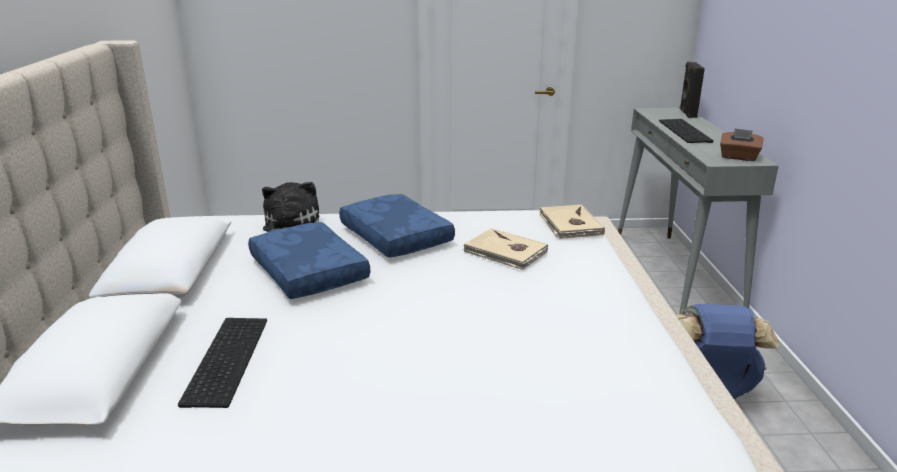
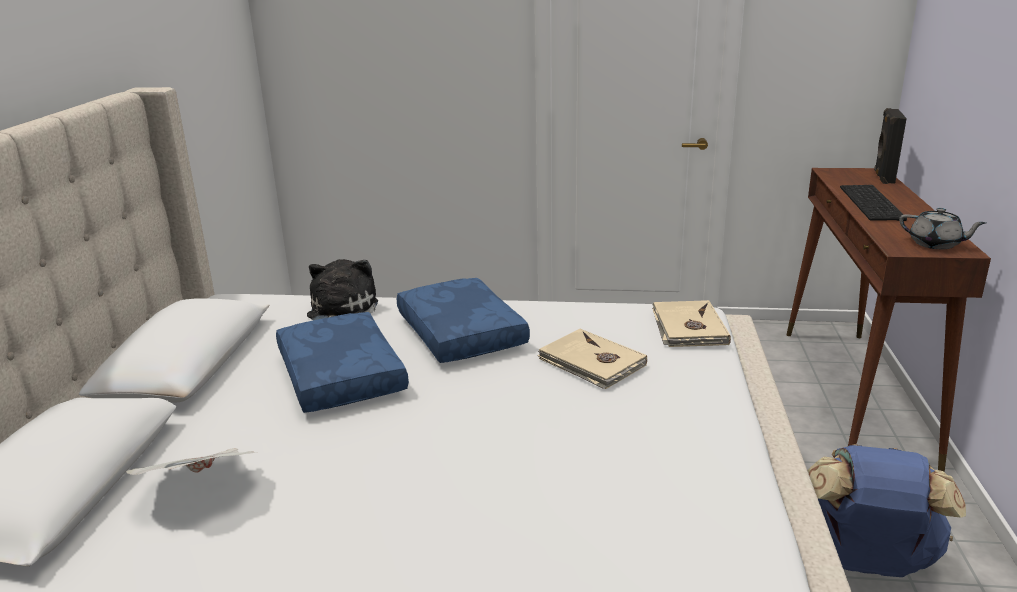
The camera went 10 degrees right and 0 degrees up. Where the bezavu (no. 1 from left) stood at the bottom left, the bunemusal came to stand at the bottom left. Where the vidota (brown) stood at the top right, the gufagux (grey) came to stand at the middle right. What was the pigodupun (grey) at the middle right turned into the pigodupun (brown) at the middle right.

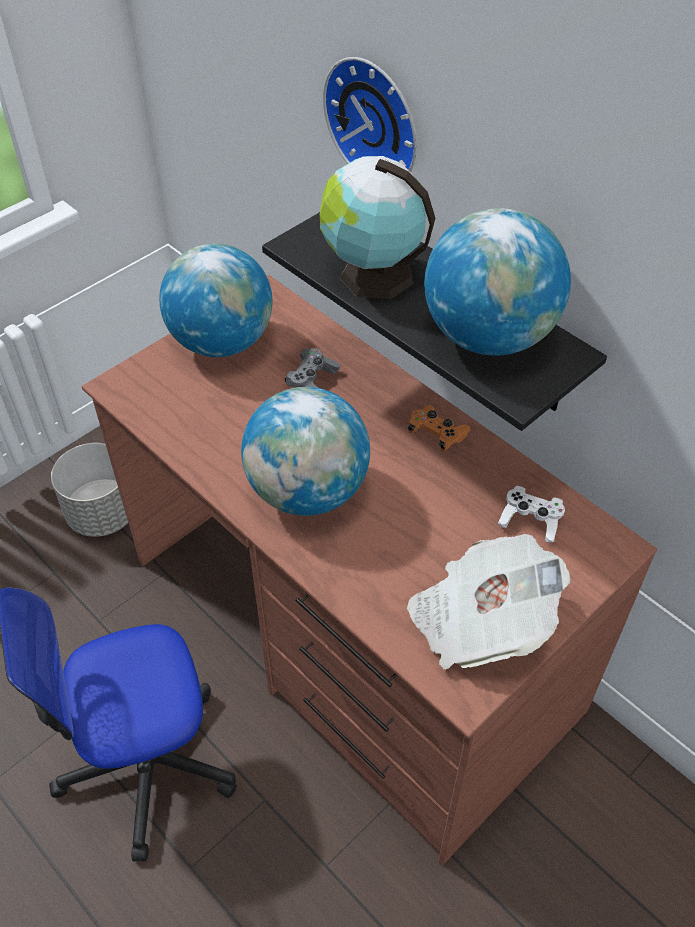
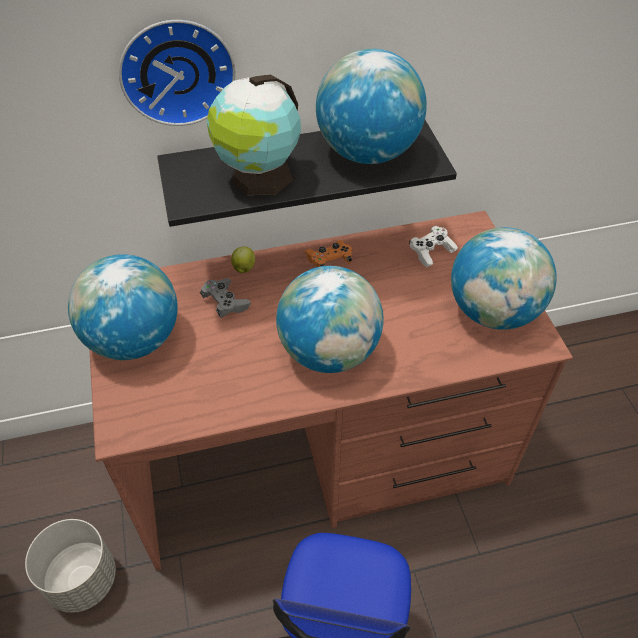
The camera went 60 degrees left and 0 degrees up. The second view gained the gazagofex at the centre. Where the bunemusal stood at the middle right, the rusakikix (no. 5 from left) came to stand at the middle right.

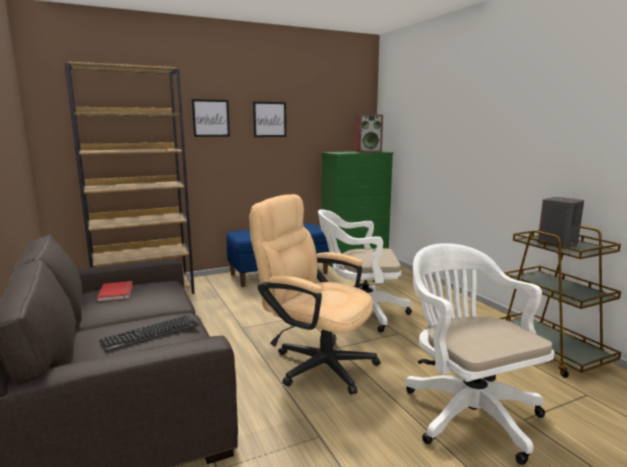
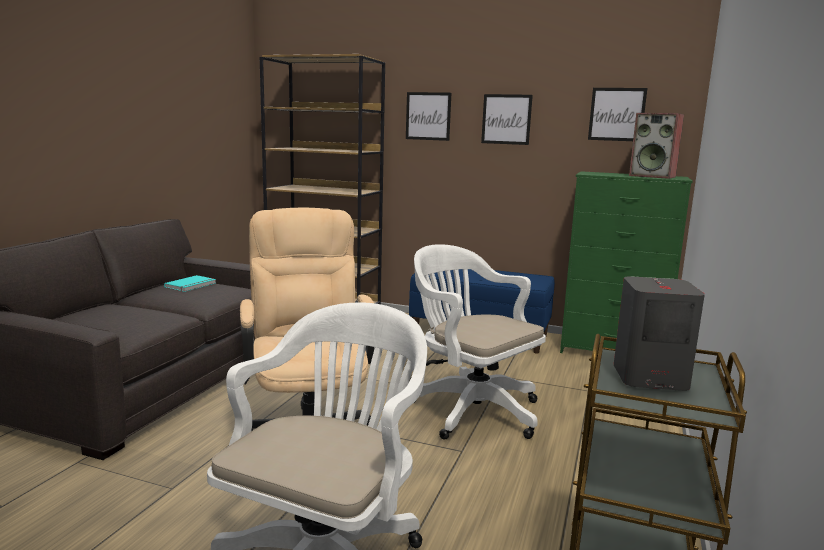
The camera went 45 degrees right and 0 degrees up. The second view lost the bezavu at the bottom left. The second view gained the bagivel (no. 3 from left) at the top right. What was the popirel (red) at the middle left turned into the popirel (turquoise) at the middle left.

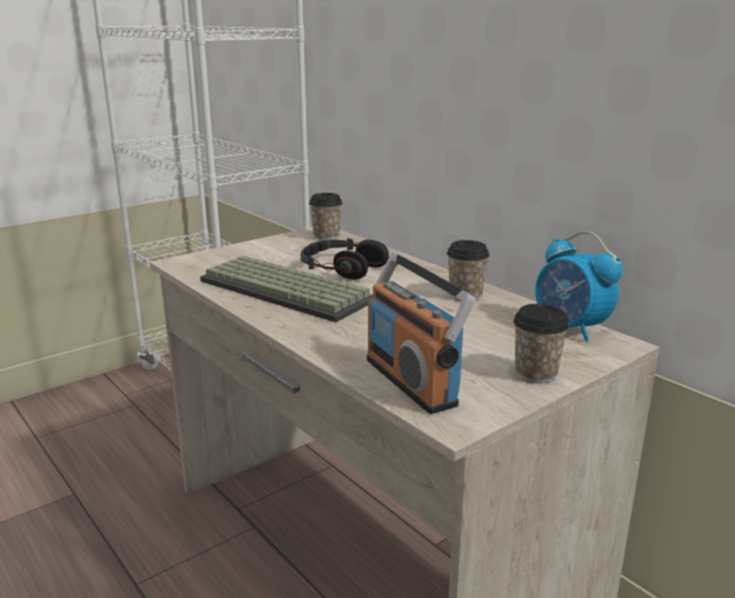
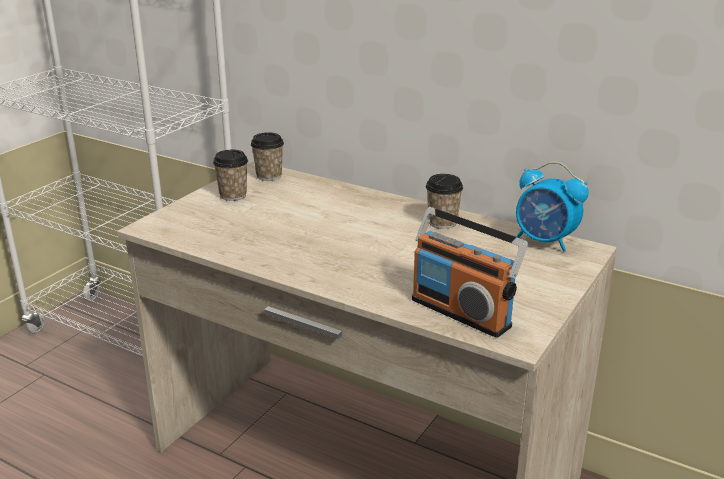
The camera went 20 degrees left and 5 degrees up. The second view lost the bezavu at the centre. The second view lost the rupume at the centre. The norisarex (no. 3 from left in the first image) ended up elsewhere, having gone from the middle right to the middle left.

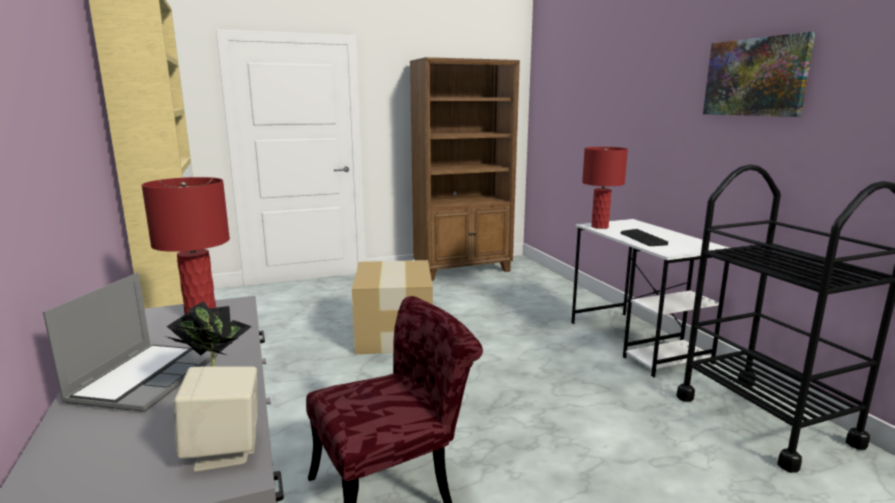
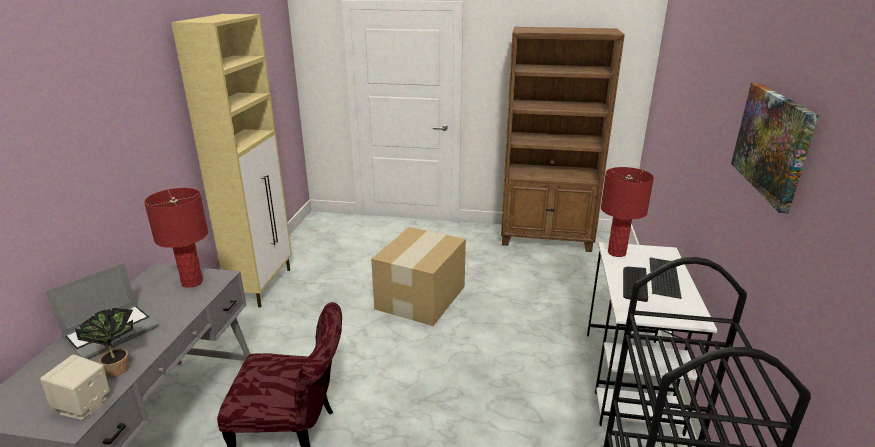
The camera went 30 degrees right and 10 degrees up. The second view gained the bezavu (no. 2 from left) at the middle right.

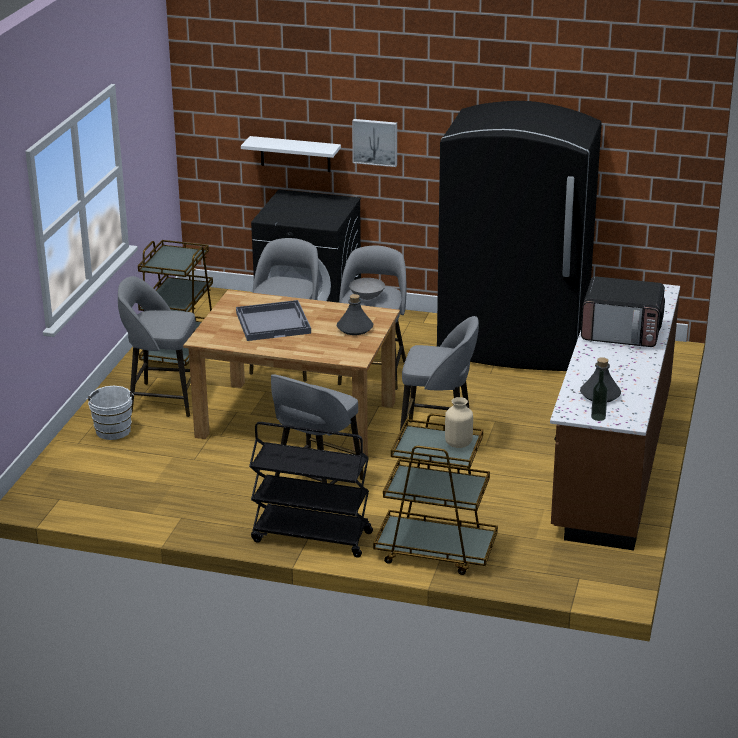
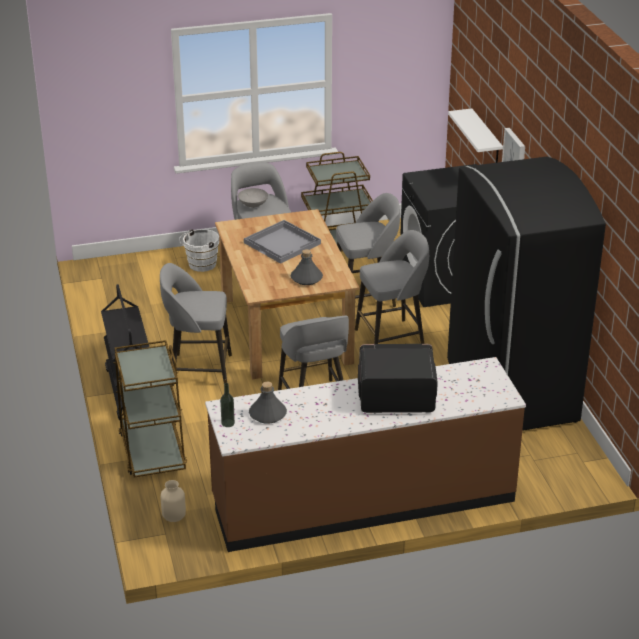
The camera went 60 degrees right and 5 degrees up. The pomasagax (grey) ended up elsewhere, having gone from the centre to the top centre. The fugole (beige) ended up elsewhere, having gone from the centre to the bottom left. The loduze at the middle right ended up facing another way, 105 degrees clockwise from before.

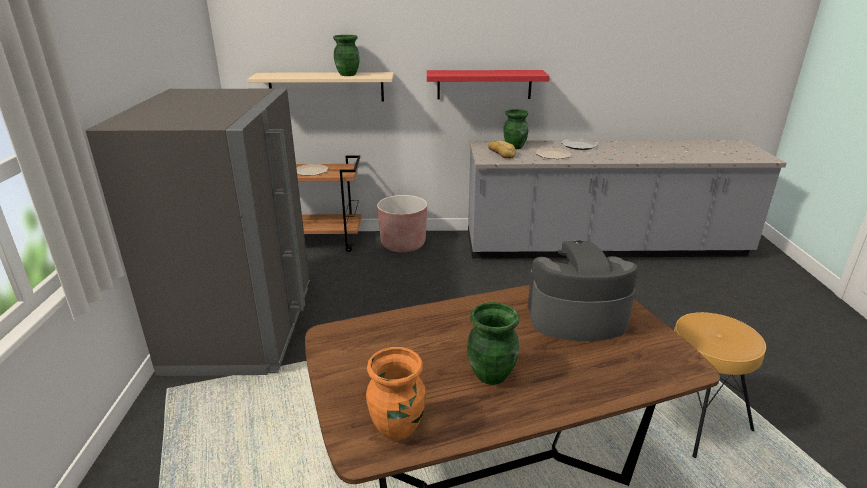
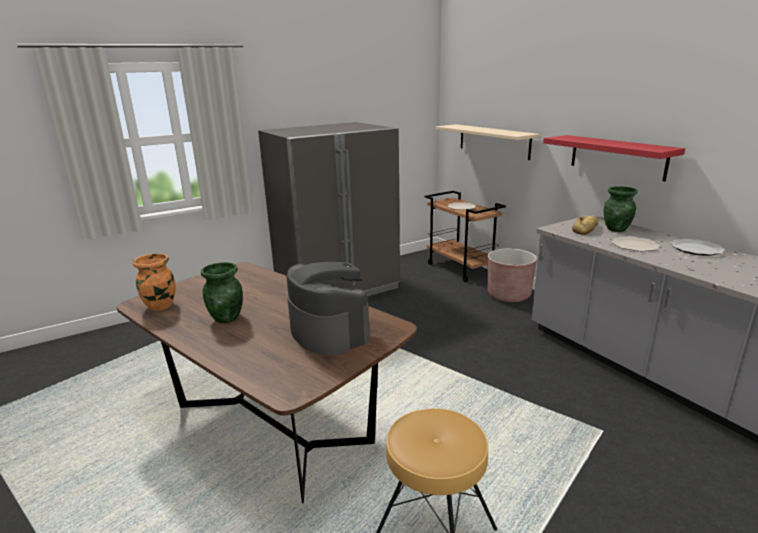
The camera went 60 degrees right and 5 degrees down. The second view lost the fugole (green) (no. 1 from left) at the top centre.

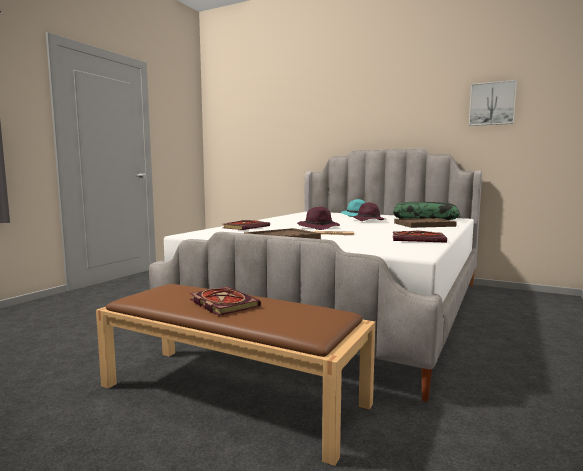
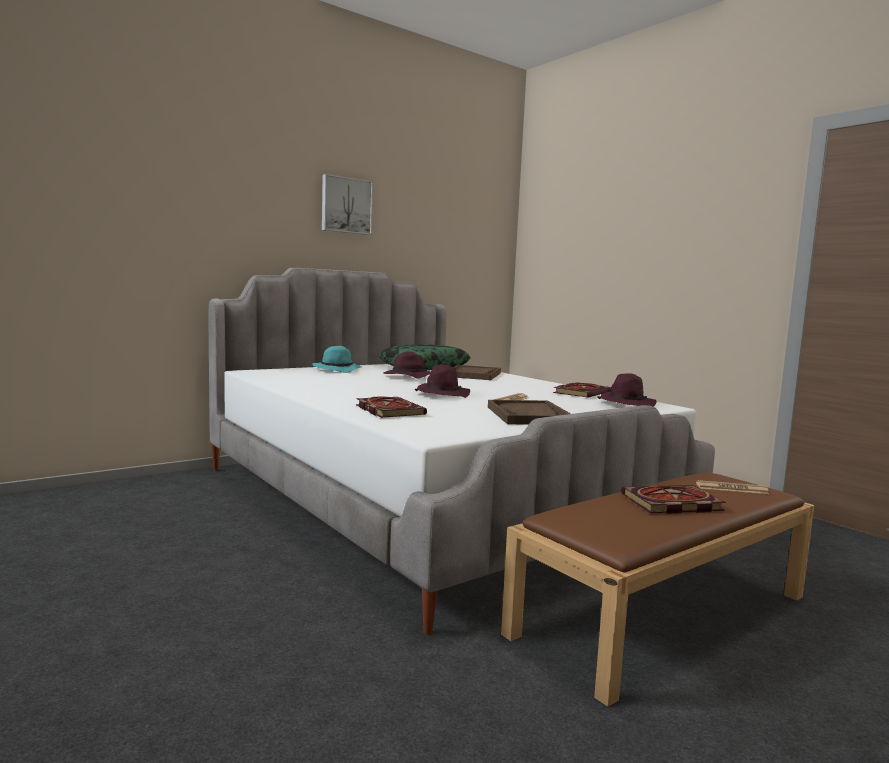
The camera went 65 degrees left and 0 degrees up. The second view gained the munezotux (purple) (no. 3 from left) at the middle right. The second view gained the bunemusal (no. 2 from left) at the middle right. The bagivel ended up elsewhere, having gone from the top right to the top centre.

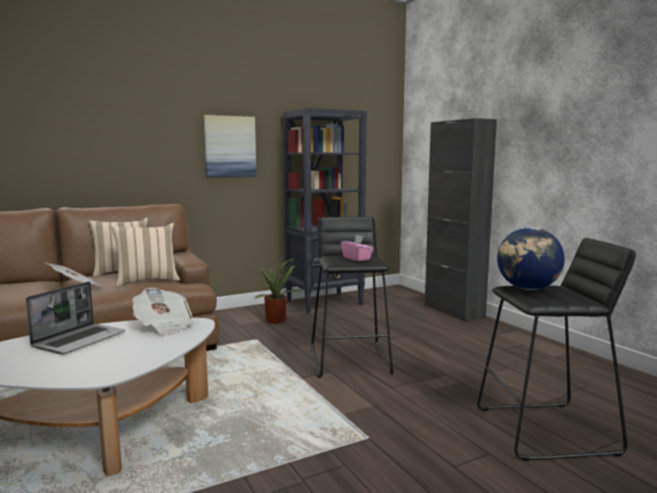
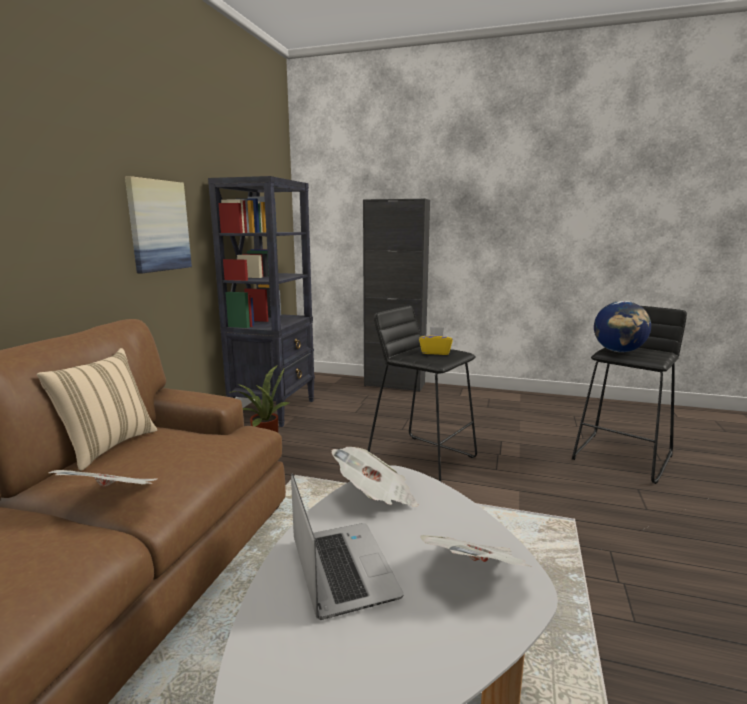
The camera went 45 degrees left and 5 degrees up. The second view lost the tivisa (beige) (no. 2 from left) at the middle left. The second view gained the bunemusal (no. 3 from left) at the bottom centre. What was the vidota (pink) at the centre turned into the vidota (yellow) at the centre.

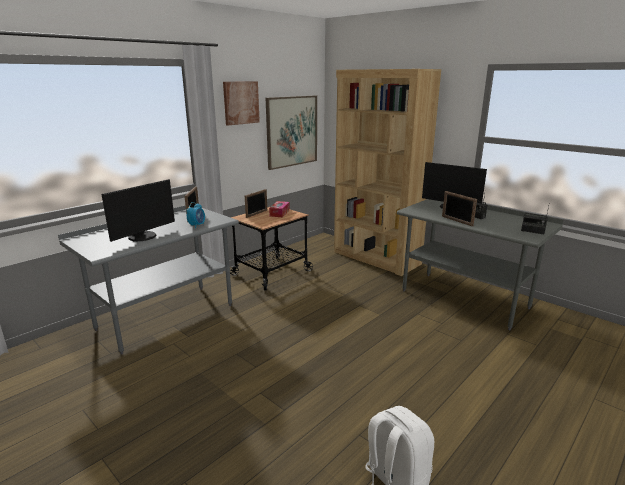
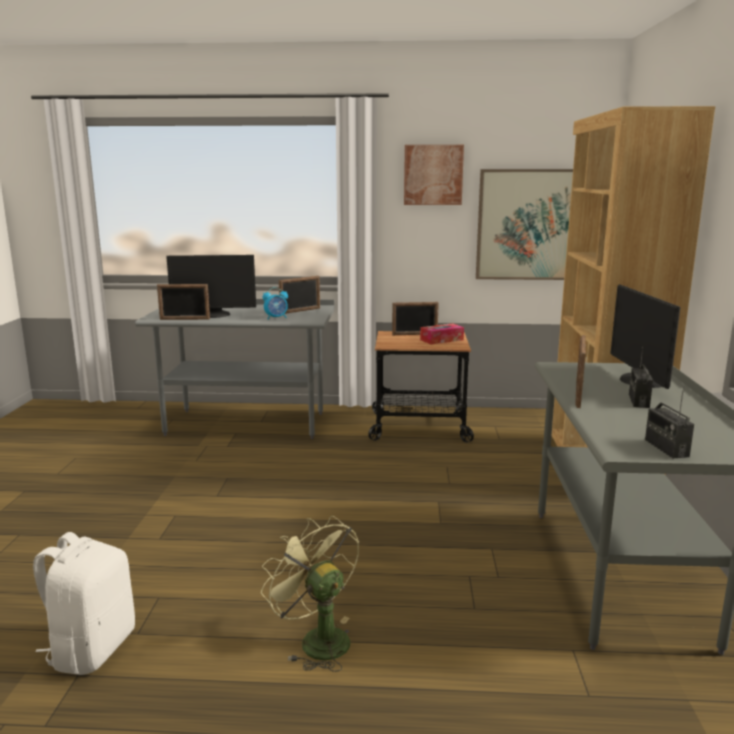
The camera went 50 degrees right and 5 degrees down. The second view gained the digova (no. 1 from left) at the middle left. The second view gained the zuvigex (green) at the bottom centre.

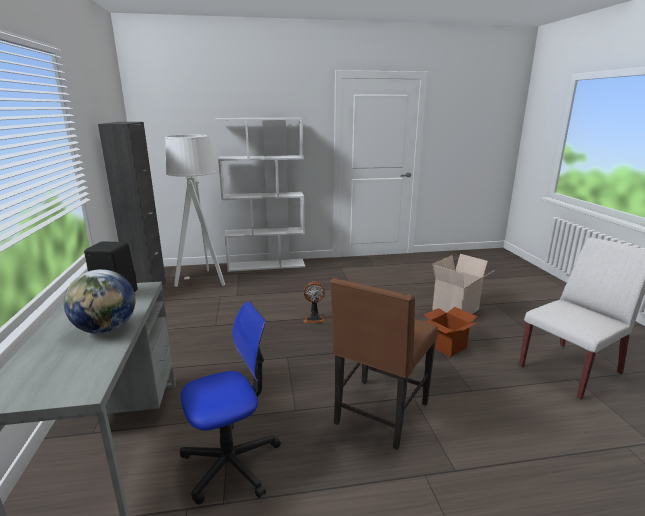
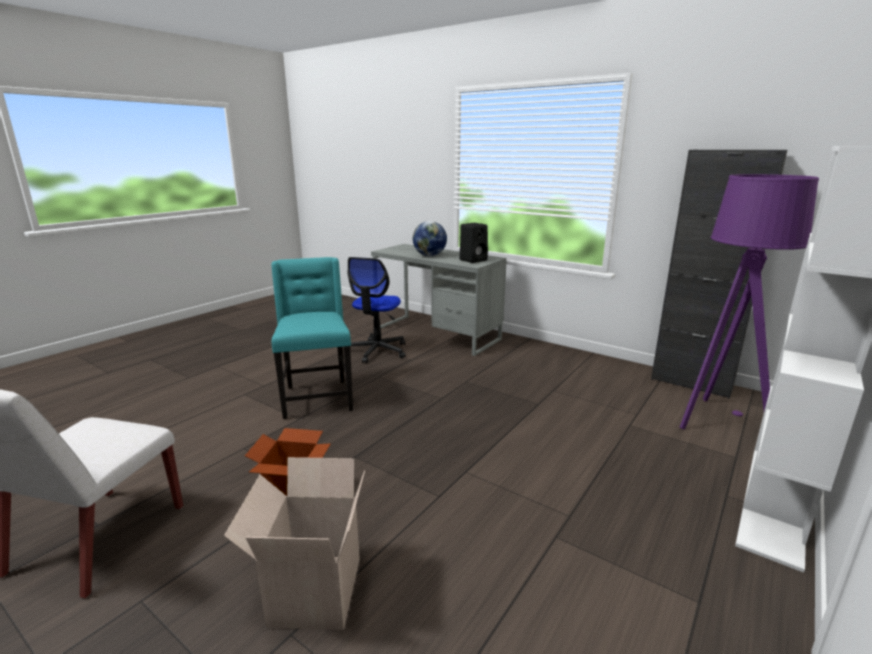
The camera went 135 degrees right and 0 degrees up. The second view lost the zuvigex at the centre. What was the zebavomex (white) at the middle left turned into the zebavomex (purple) at the middle right. What was the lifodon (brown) at the bottom centre turned into the lifodon (turquoise) at the centre.

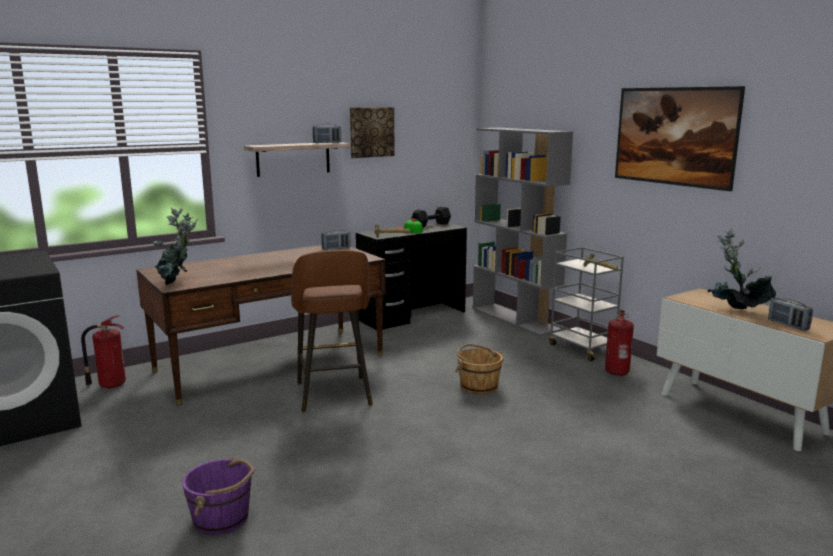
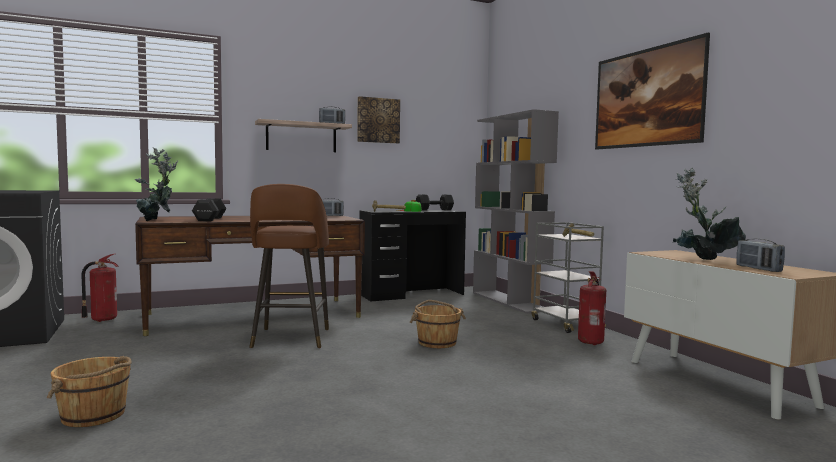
The camera went 10 degrees right and 10 degrees down. The second view gained the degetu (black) (no. 1 from left) at the middle left. What was the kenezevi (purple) at the bottom left turned into the kenezevi (brown) (no. 1 from left) at the bottom left.

